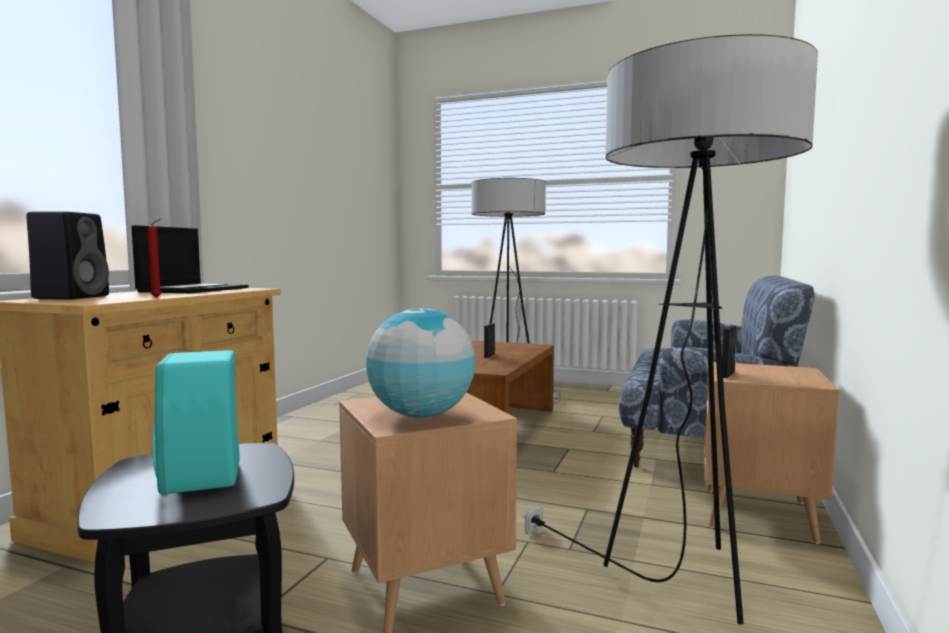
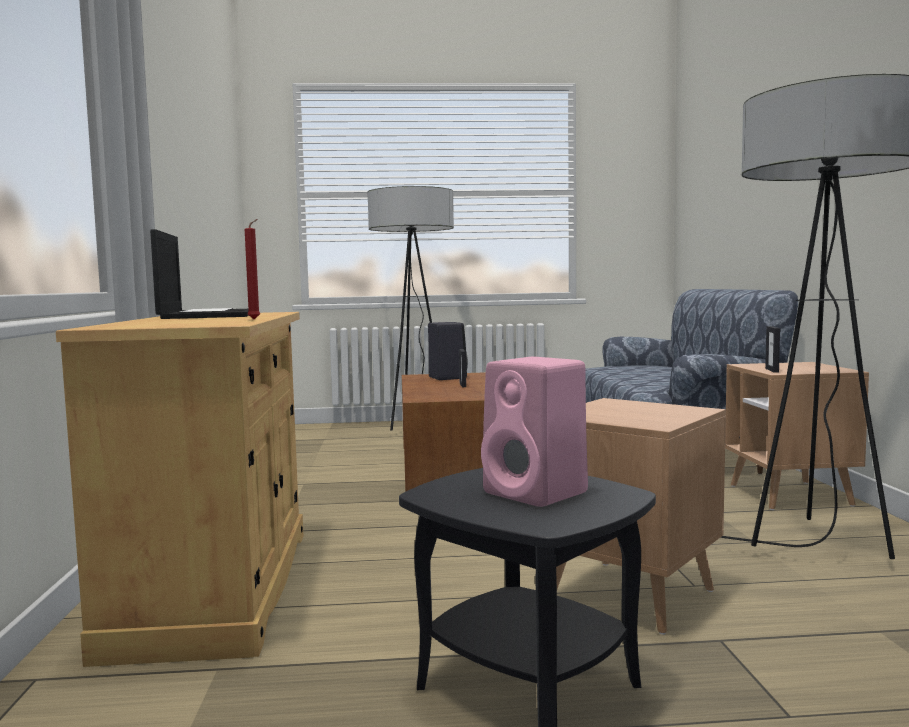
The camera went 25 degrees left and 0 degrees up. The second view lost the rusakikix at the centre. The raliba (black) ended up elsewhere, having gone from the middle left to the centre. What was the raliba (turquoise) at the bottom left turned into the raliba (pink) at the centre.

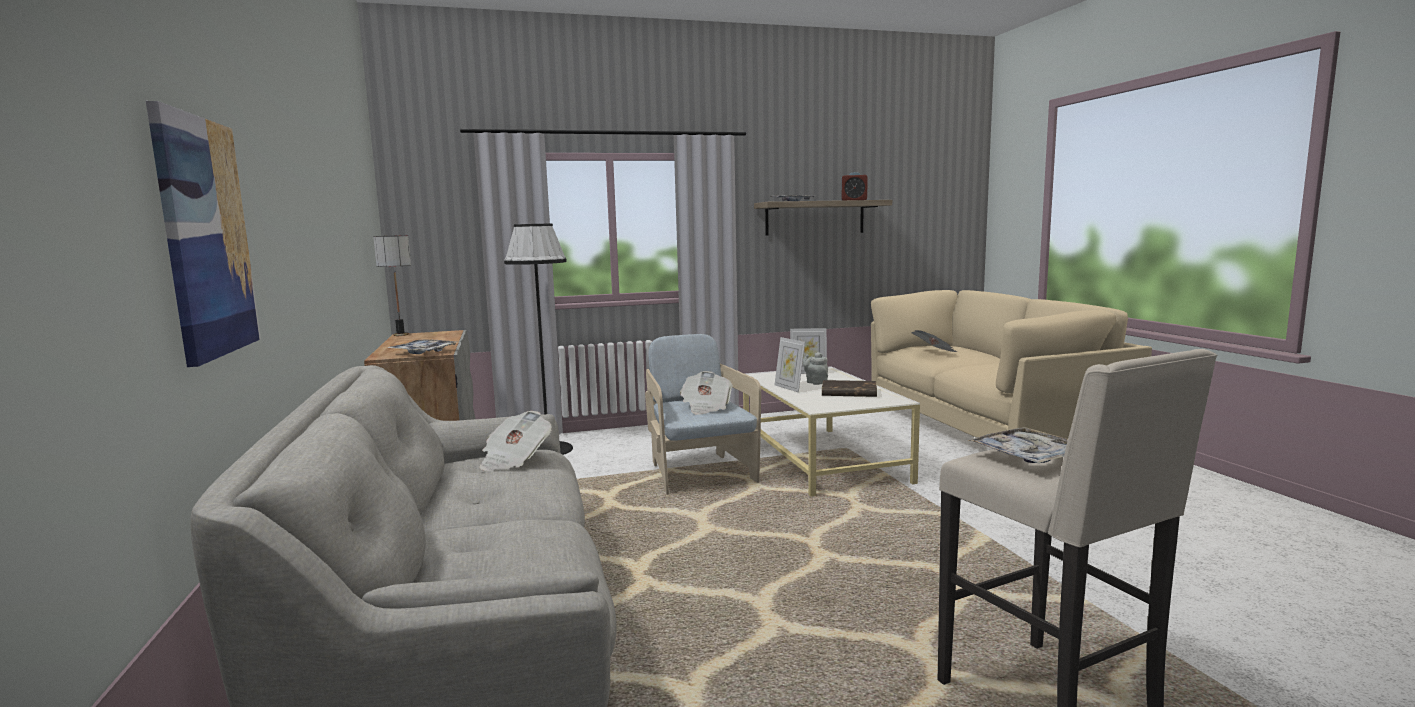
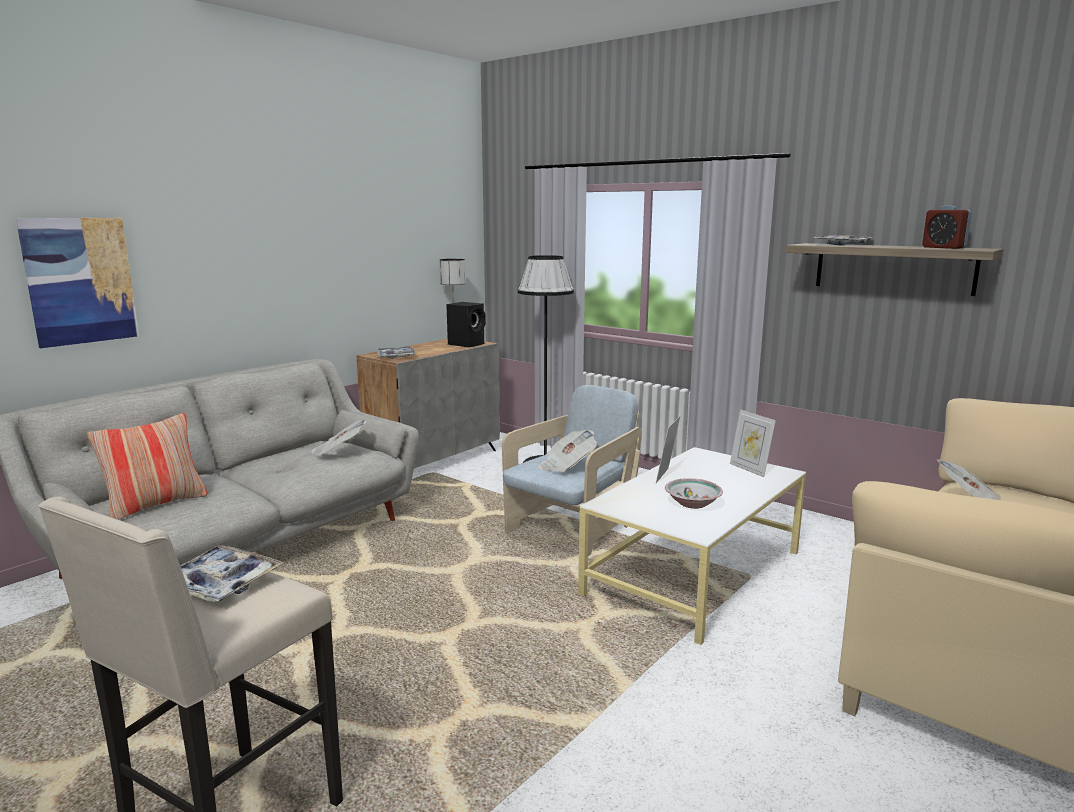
The camera went 55 degrees right and 5 degrees up. The second view lost the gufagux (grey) at the centre. The second view gained the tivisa at the middle left. The second view gained the raliba (black) at the centre. Where the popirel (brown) stood at the centre, the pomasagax came to stand at the centre.

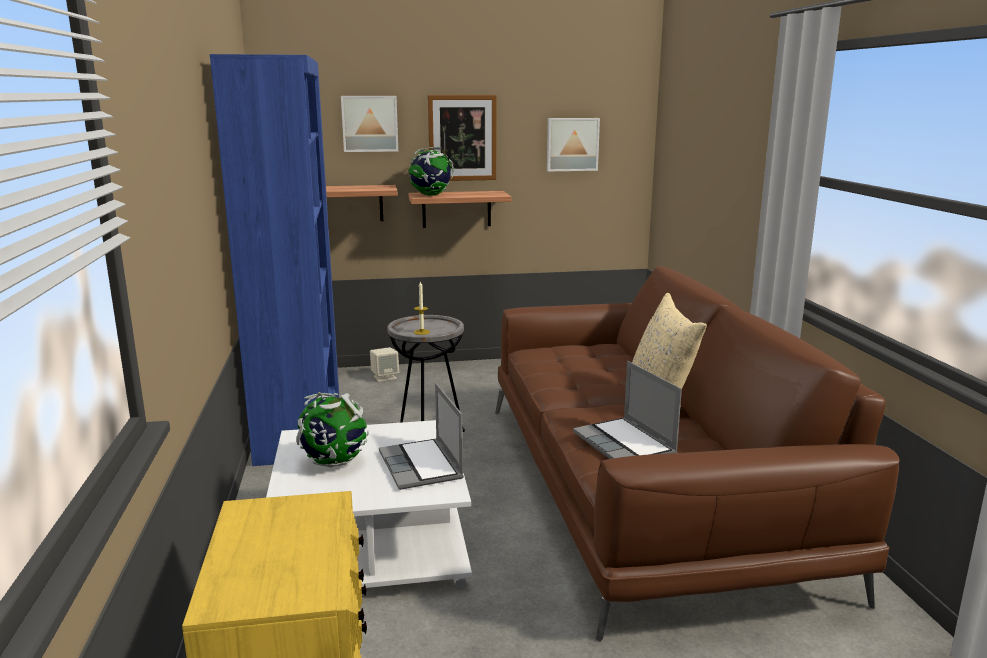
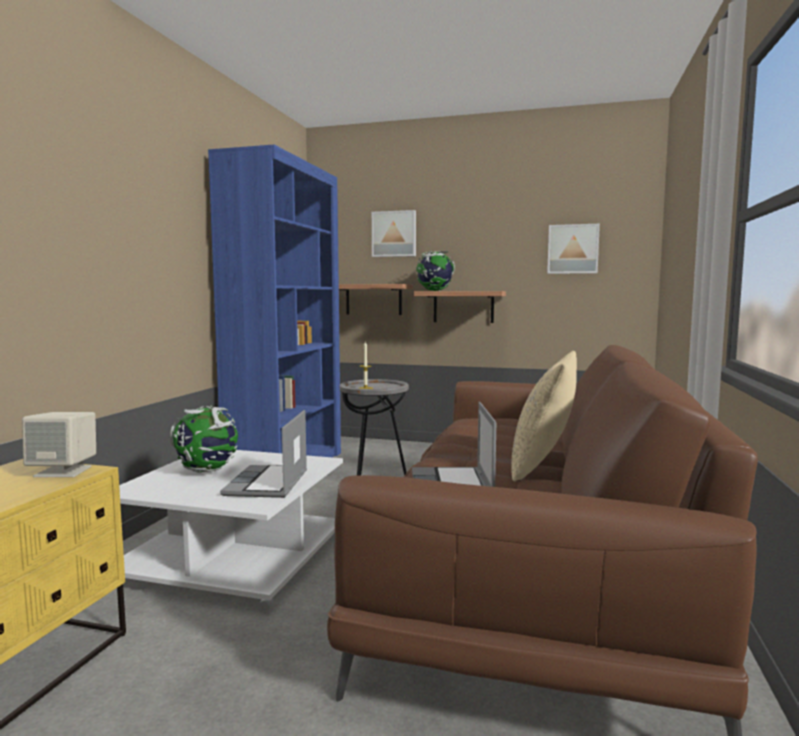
The camera went 25 degrees right and 10 degrees down. The second view lost the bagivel (no. 2 from left) at the top centre. The raliba (beige) ended up elsewhere, having gone from the centre to the middle left.

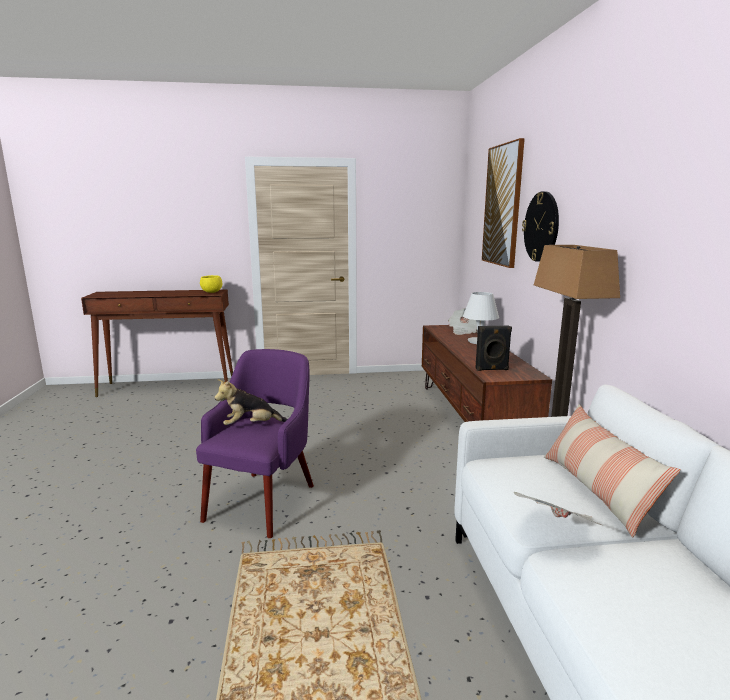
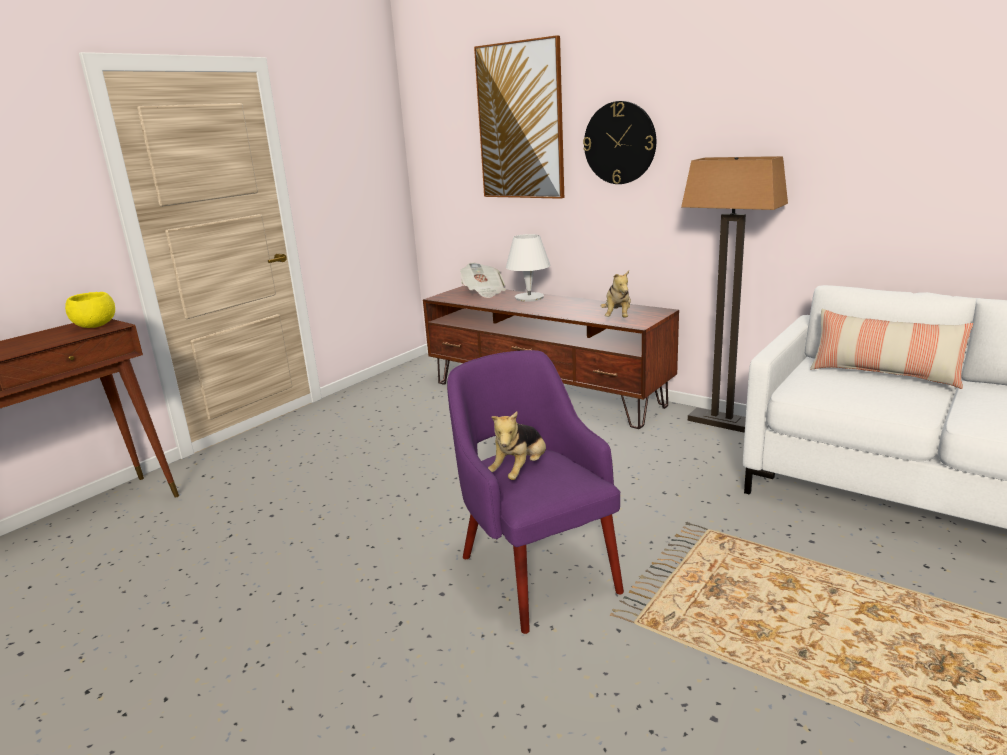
The camera went 45 degrees left and 5 degrees up. The second view lost the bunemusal (no. 2 from left) at the bottom right. Where the raliba (black) stood at the middle right, the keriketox (no. 2 from left) came to stand at the centre.

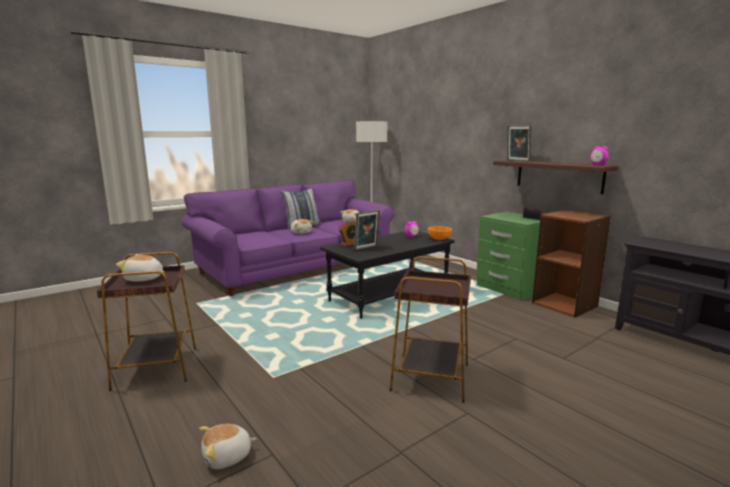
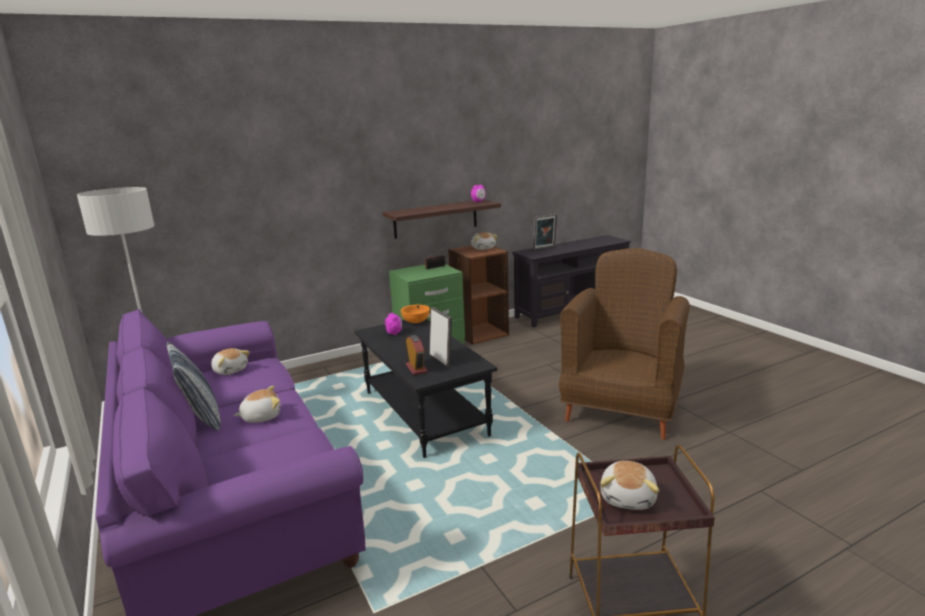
The camera went 80 degrees left and 5 degrees up. The keriketox (no. 2 from left in the first image) ended up elsewhere, having gone from the bottom left to the centre. The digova (no. 2 from left) ended up elsewhere, having gone from the top right to the centre. Where the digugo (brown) (no. 2 from left) stood at the bottom centre, the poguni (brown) came to stand at the middle right.

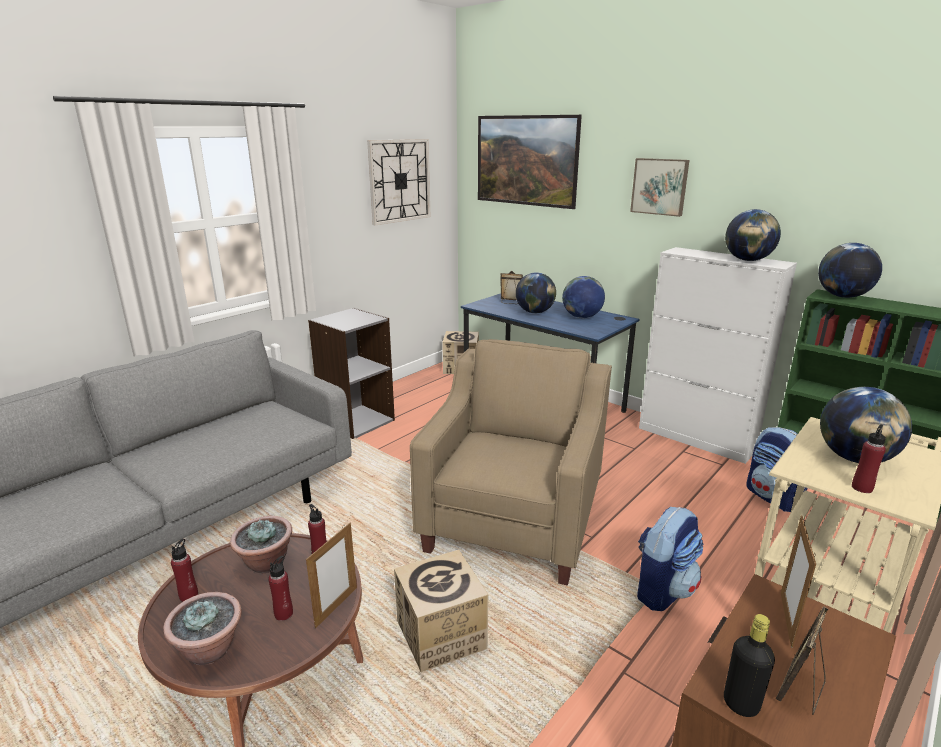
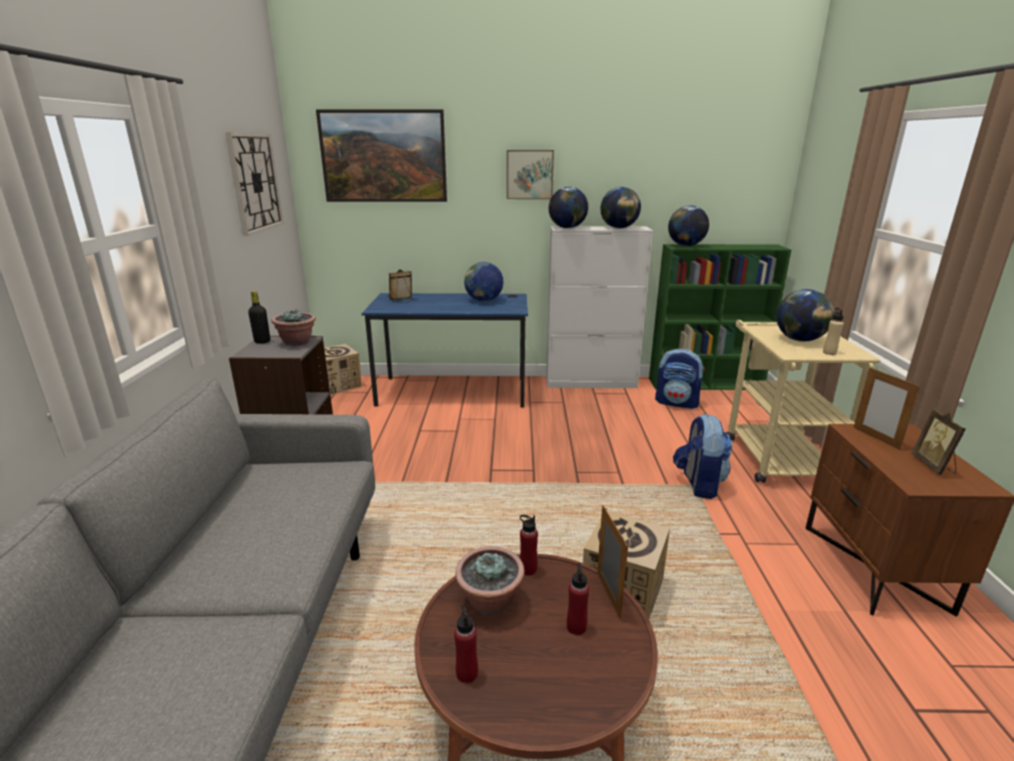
The camera went 40 degrees left and 0 degrees up. The second view lost the poguni (beige) at the centre. The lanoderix (no. 1 from left) ended up elsewhere, having gone from the bottom left to the middle left. The rusakikix (no. 1 from left in the first image) ended up elsewhere, having gone from the centre to the top centre. The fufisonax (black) ended up elsewhere, having gone from the bottom right to the middle left. What was the fufisonax (red) (no. 4 from left) at the middle right turned into the fufisonax (beige) at the middle right.

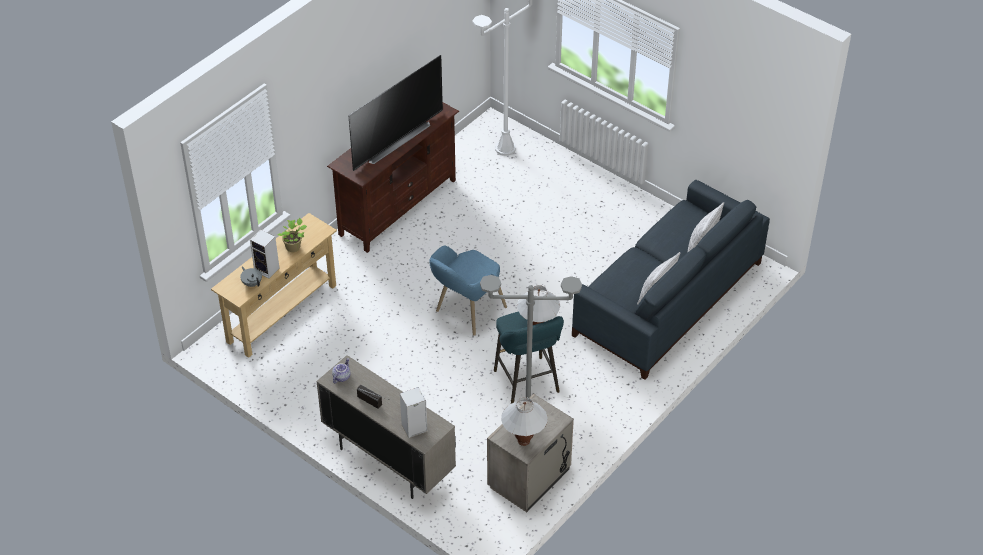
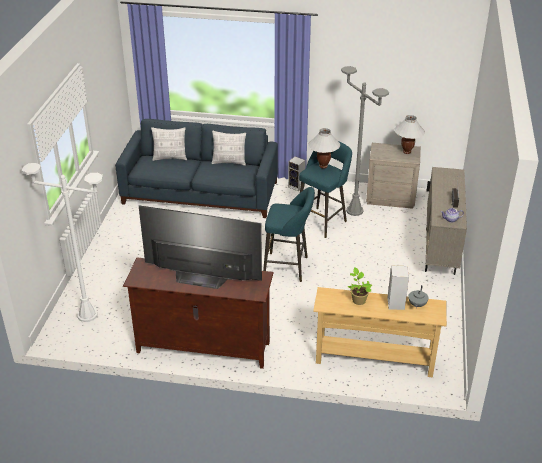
The camera went 120 degrees left and 10 degrees down. The raliba (no. 2 from left in the first image) ended up elsewhere, having gone from the bottom centre to the centre. Where the poguni (blue) stood at the centre, the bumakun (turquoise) (no. 1 from left) came to stand at the centre.

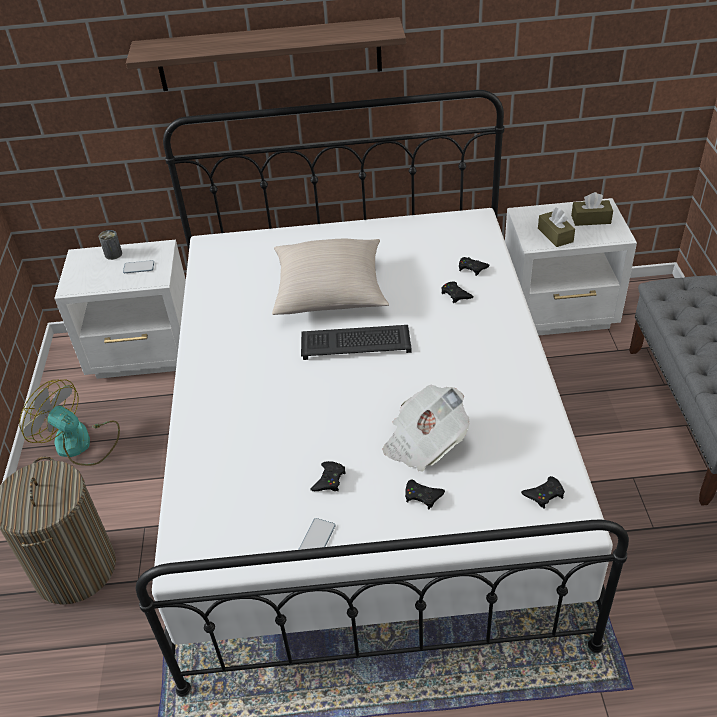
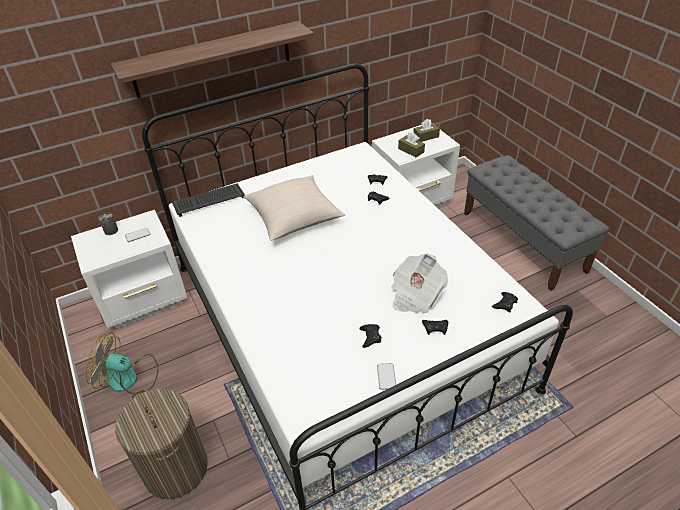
The camera went 25 degrees left and 0 degrees up. The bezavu ended up elsewhere, having gone from the centre to the middle left.

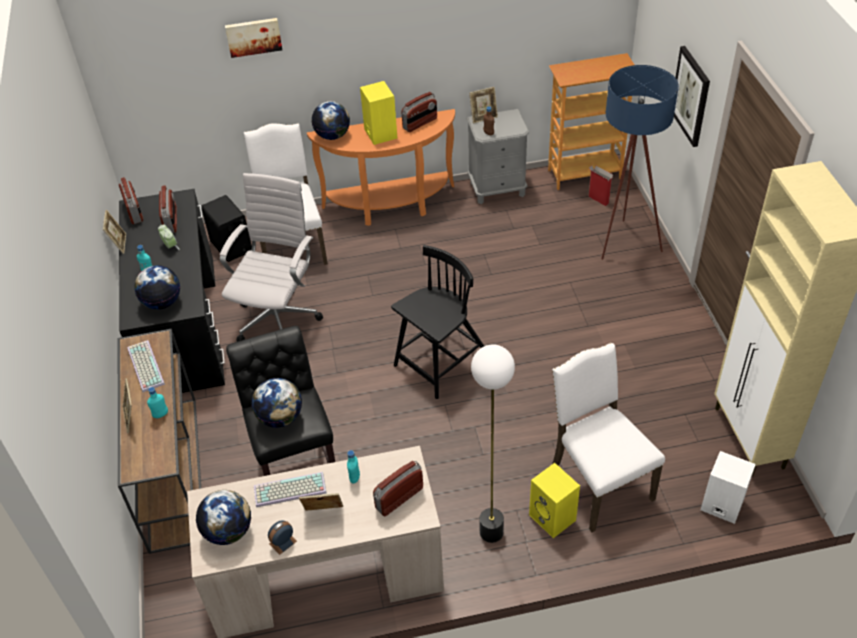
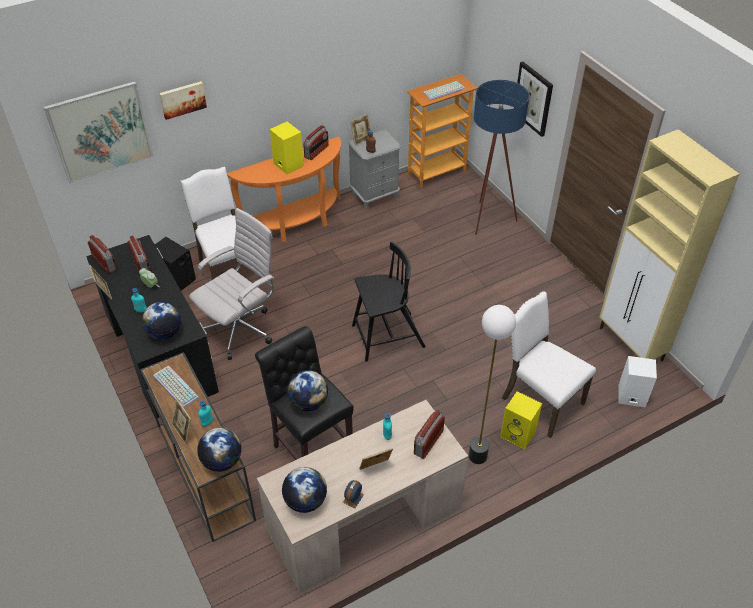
The camera went 20 degrees left and 0 degrees up. The second view lost the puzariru at the top right. The second view gained the bagivel (no. 1 from left) at the top left. The bezavu (no. 2 from left) ended up elsewhere, having gone from the bottom centre to the top centre. The rusakikix (no. 4 from left in the first image) ended up elsewhere, having gone from the top centre to the bottom left. The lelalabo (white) at the middle left ended up facing another way, 45 degrees clockwise from before. The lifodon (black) at the centre ended up facing another way, 45 degrees clockwise from before.

